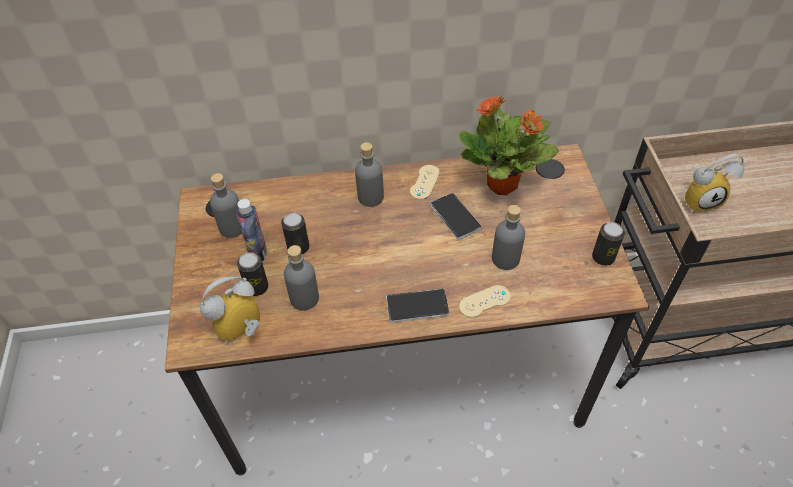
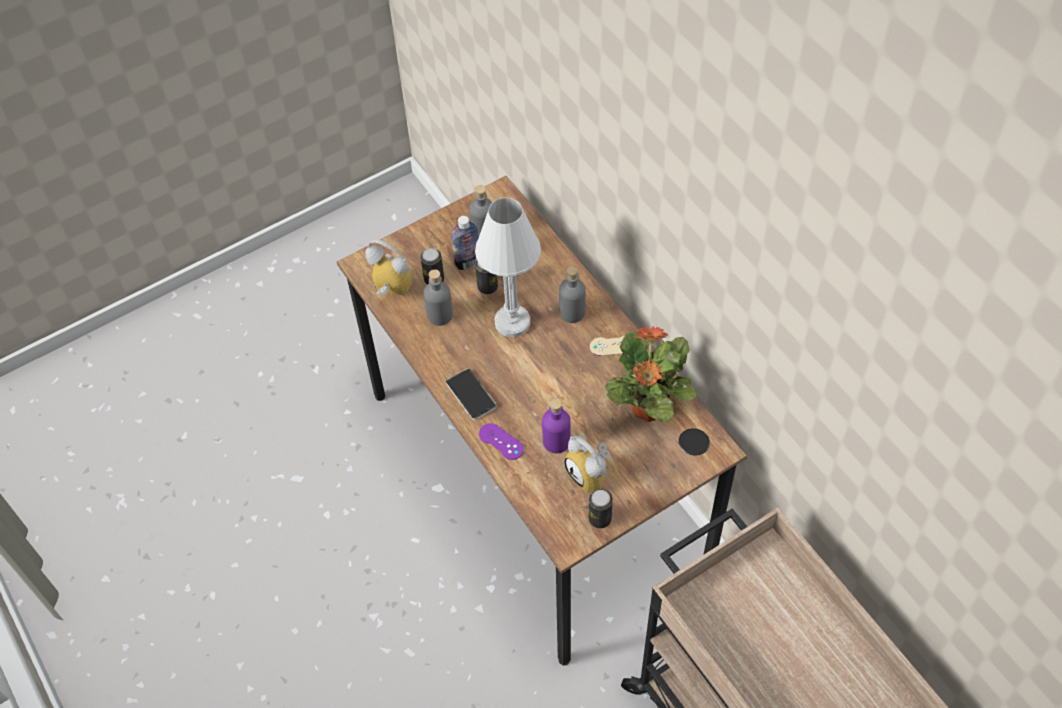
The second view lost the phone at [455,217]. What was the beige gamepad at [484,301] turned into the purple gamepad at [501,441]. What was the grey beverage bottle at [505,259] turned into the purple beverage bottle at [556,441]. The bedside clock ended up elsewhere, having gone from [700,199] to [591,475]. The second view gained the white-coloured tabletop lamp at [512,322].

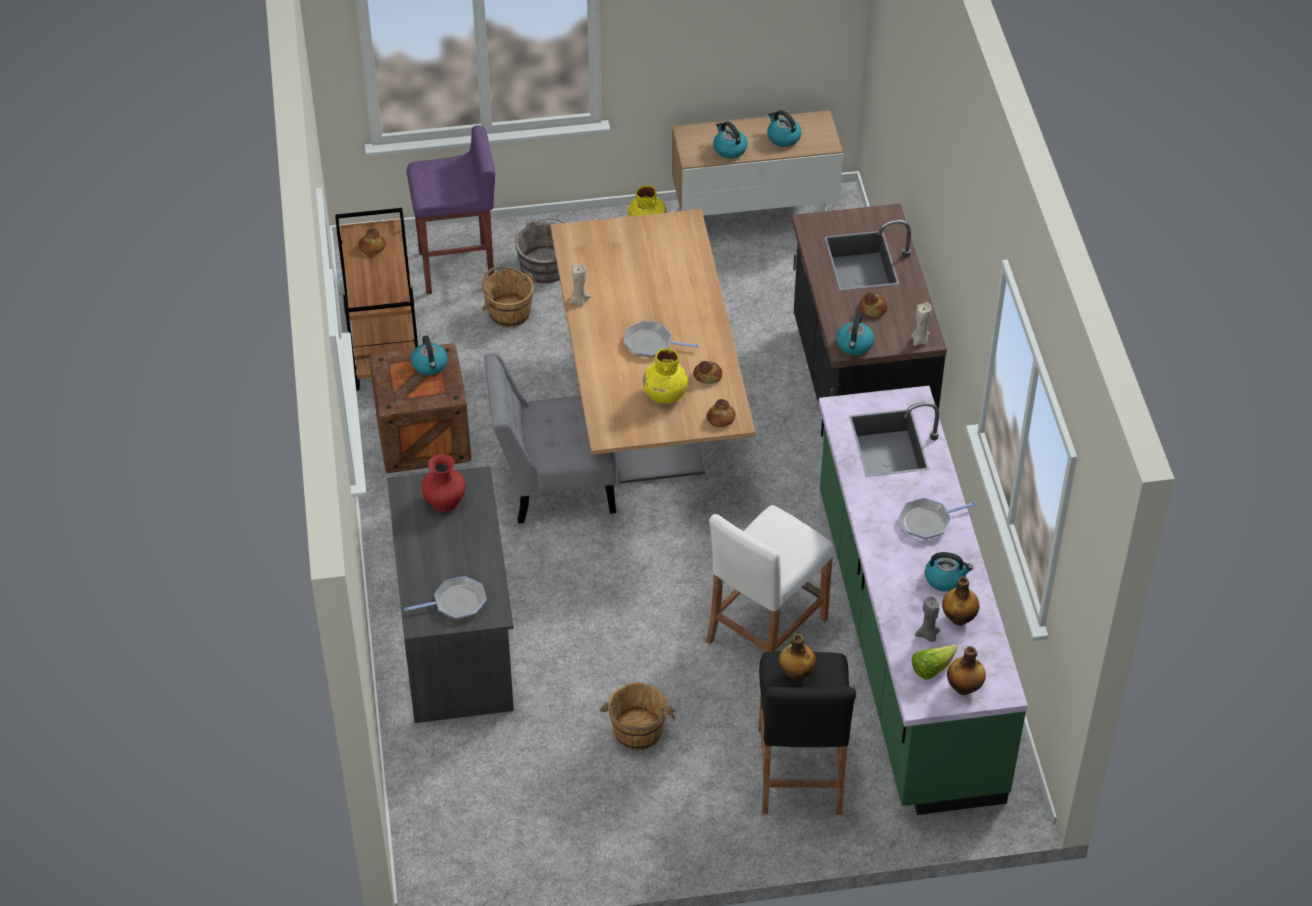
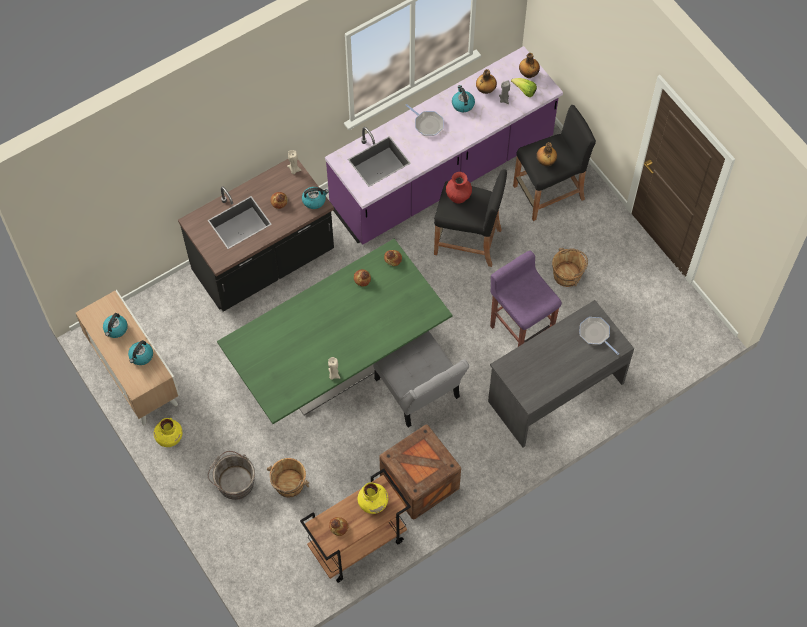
The purple sitting stool ended up elsewhere, having gone from [458,269] to [521,331]. The second view lost the tea kettle at [430,365]. The reddish vase ended up elsewhere, having gone from [445,500] to [458,196]. What was the beige kitchen table at [649,414] turned into the green kitchen table at [338,365]. The second view lost the skillet at [651,343]. The yellow-coloured vase ended up elsewhere, having gone from [664,394] to [373,502]. What was the white-coloured sitting stool at [766,630] turned into the black sitting stool at [467,242]. What was the green counter at [905,645] turned into the purple counter at [443,175].

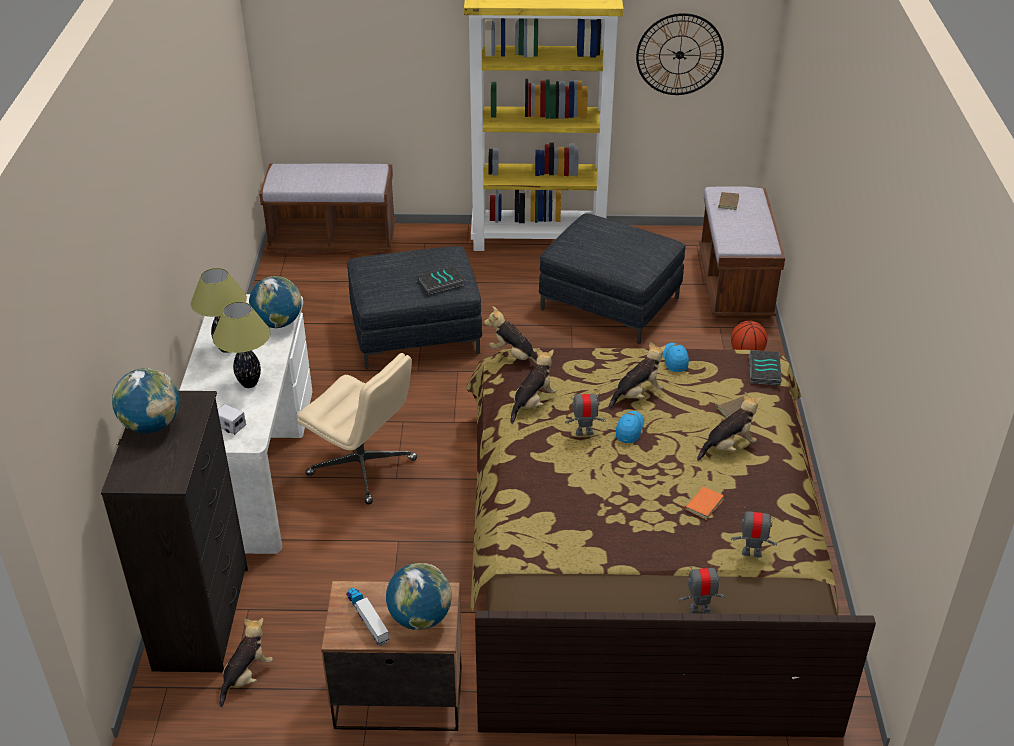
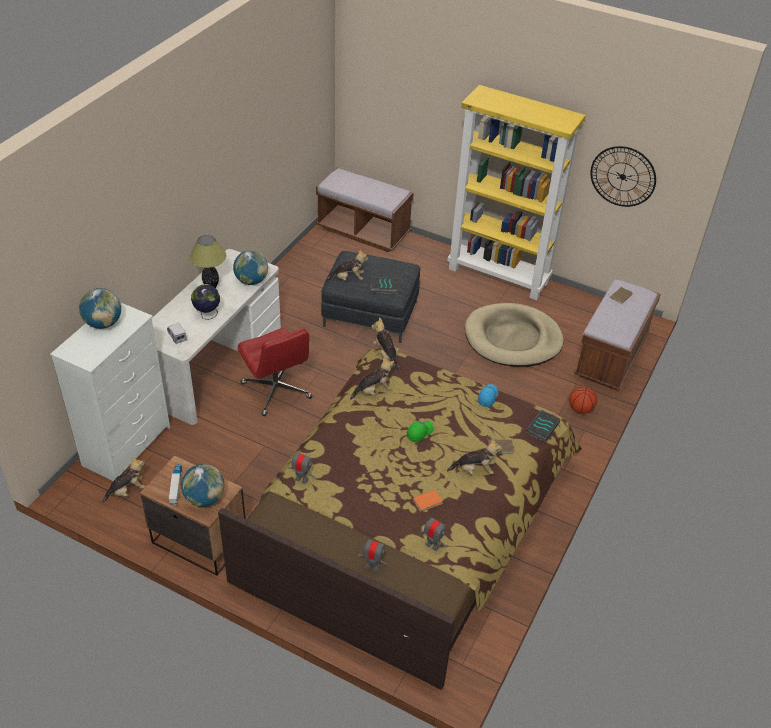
What was the black dresser at [203,617] turned into the white-coloured dresser at [128,446]. Where the tabletop lamp stood at [249,384], the world globe came to stand at [207,315]. What was the beige office chair at [363,467] turned into the reddish office chair at [276,391]. Where the grey pouffe stood at [610,303], the beige pet bed came to stand at [512,339]. The toy robot ended up elsewhere, having gone from [584,432] to [301,479]. The cuddly toy ended up elsewhere, having gone from [637,395] to [348,279]. What was the blue cap at [629,429] turned into the green cap at [419,432].

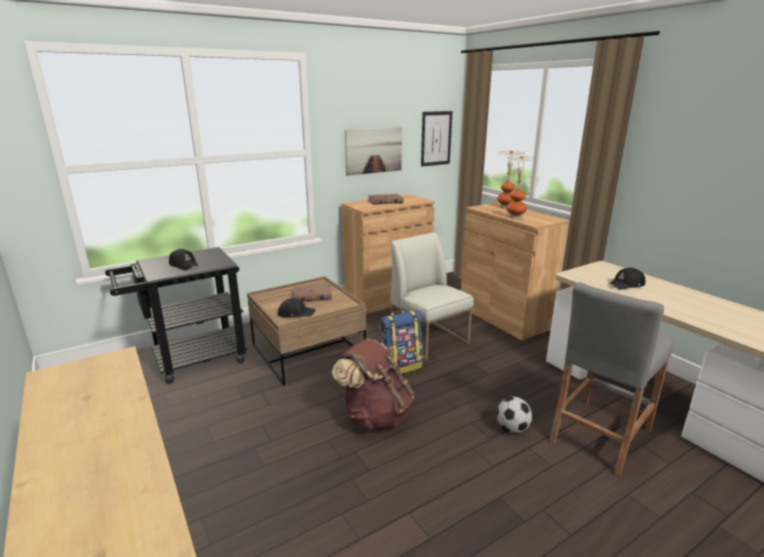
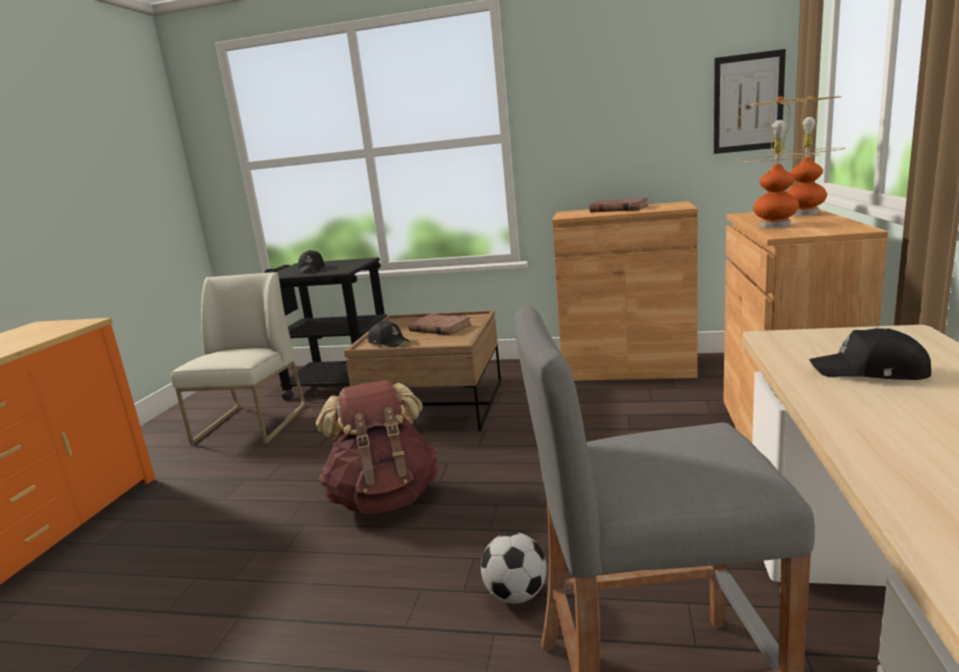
The second view lost the wall art at [373,150]. The second view lost the rucksack at [400,366]. The white-coloured chair ended up elsewhere, having gone from [429,339] to [251,424].

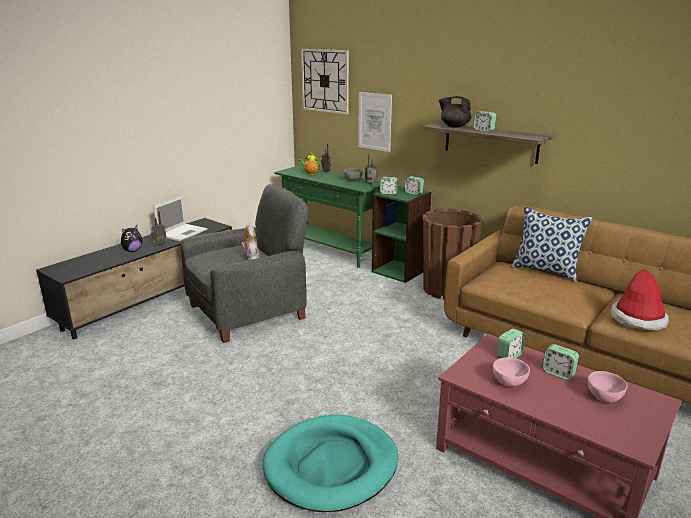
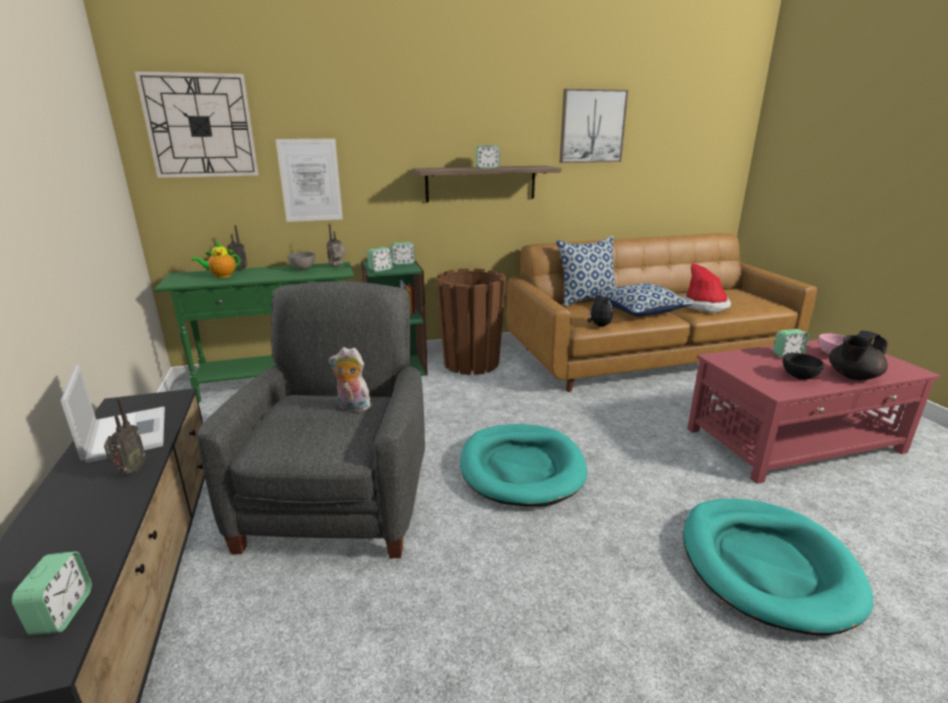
The cuddly toy ended up elsewhere, having gone from [132,250] to [599,326]. The black teapot ended up elsewhere, having gone from [454,126] to [852,376]. What was the pink bowl at [508,382] turned into the black bowl at [798,377]. The bedside clock ended up elsewhere, having gone from [509,356] to [62,613]. The second view gained the blue-green pet bed at [521,468]. The second view gained the wall art at [592,126]. The second view gained the pillow at [640,311].

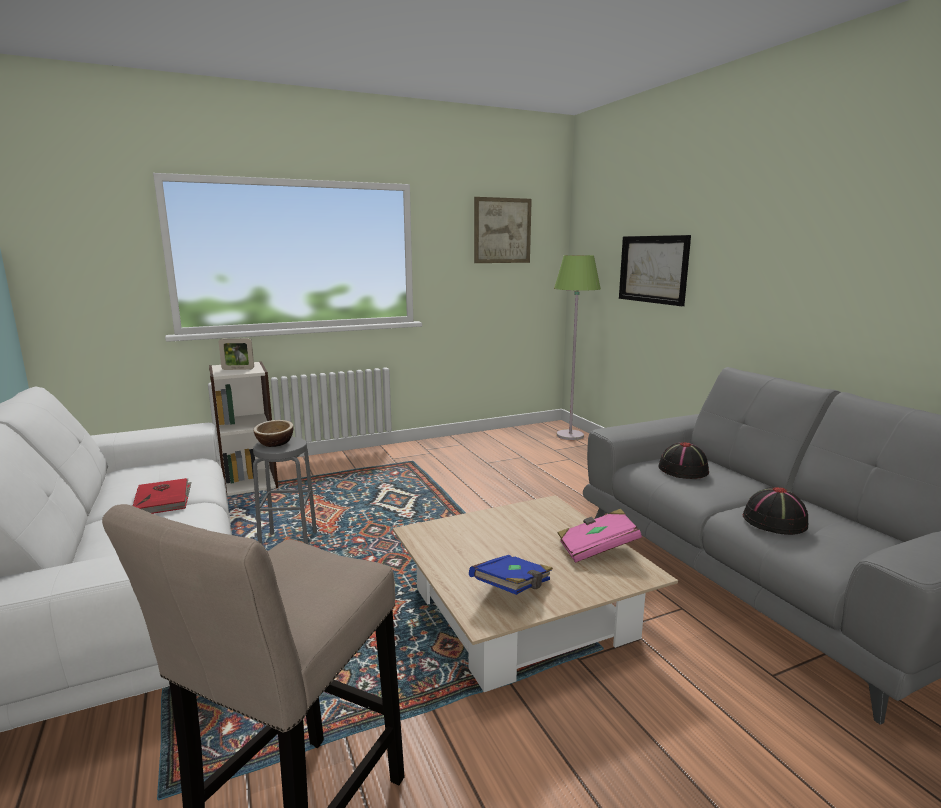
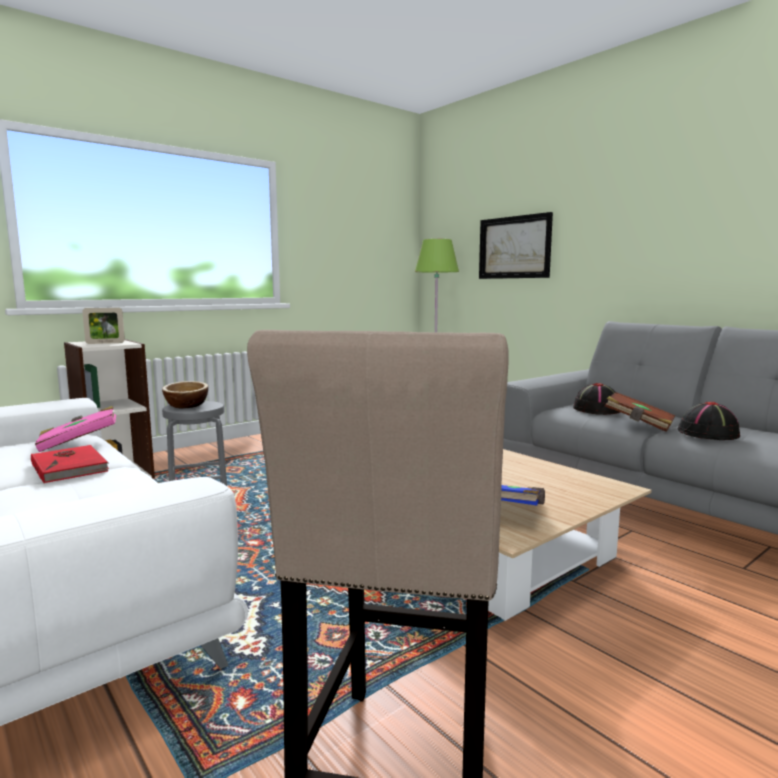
The second view lost the wall art at [502,230]. The pink bound book ended up elsewhere, having gone from [597,549] to [79,443]. The second view gained the brown bound book at [638,424].

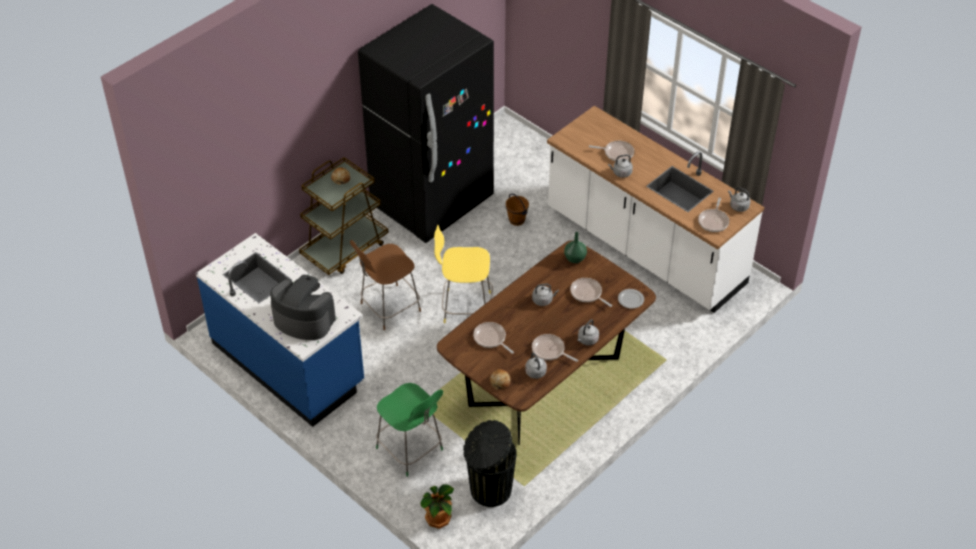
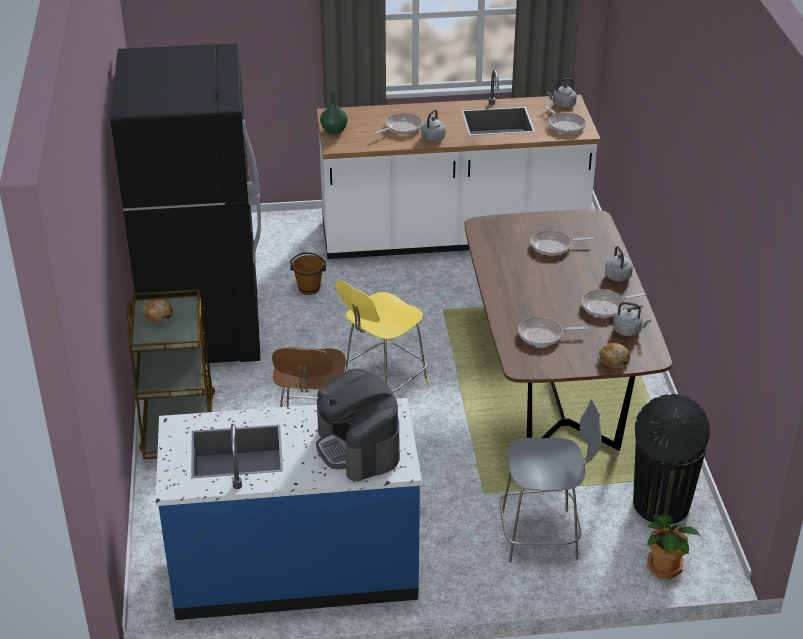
The coffee maker at [303,320] ended up facing another way, 90 degrees counterclockwise from before. What was the green sitting stool at [411,450] turned into the grey sitting stool at [542,535]. The second view lost the grey tea kettle at [543,300]. The green vase ended up elsewhere, having gone from [574,259] to [334,131]. The second view lost the dinner plate at [630,299].

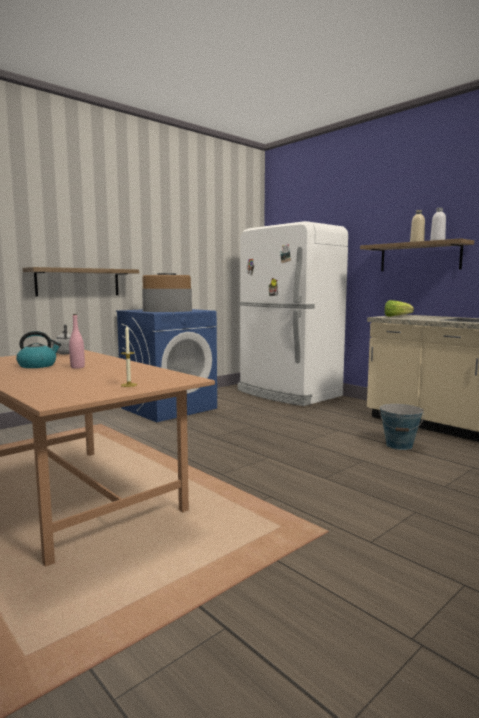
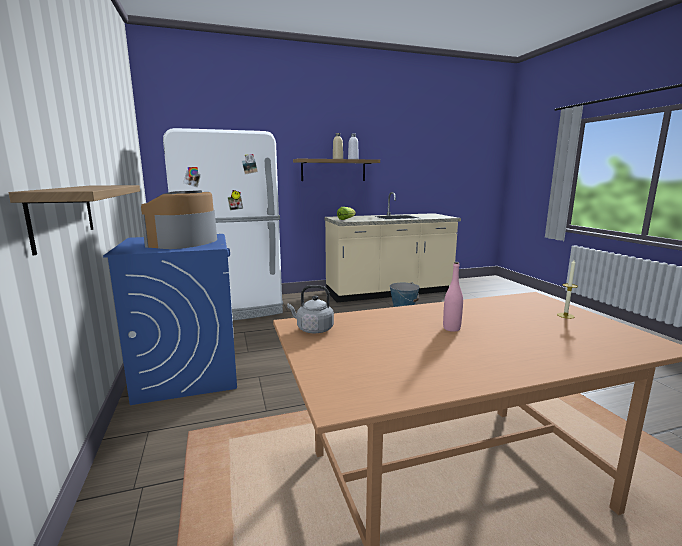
The second view lost the tea kettle at [38,365].

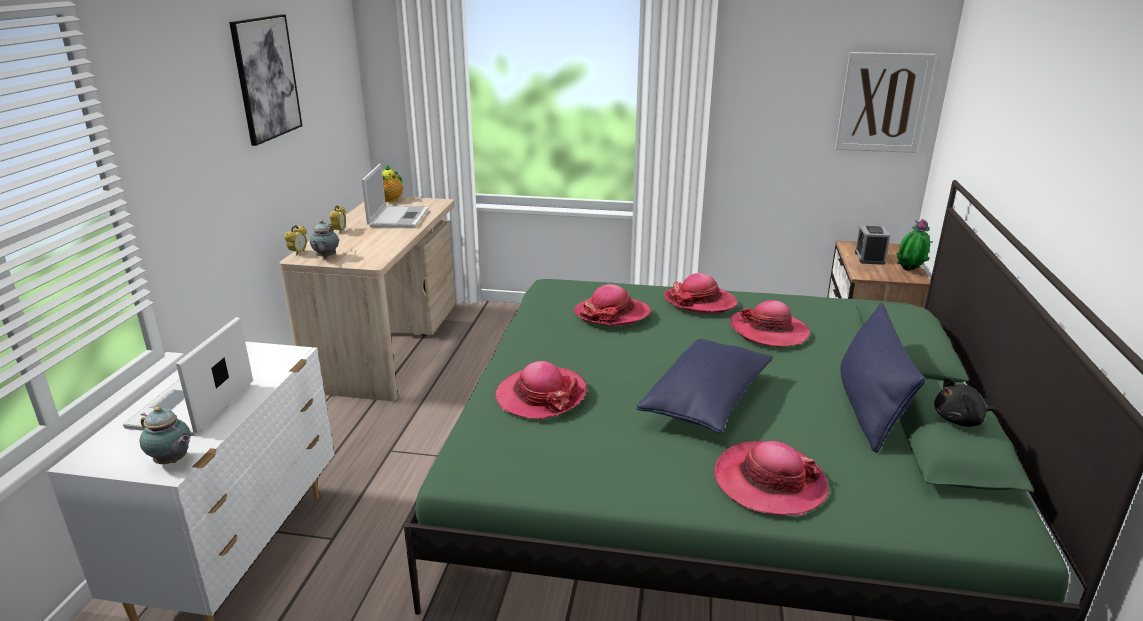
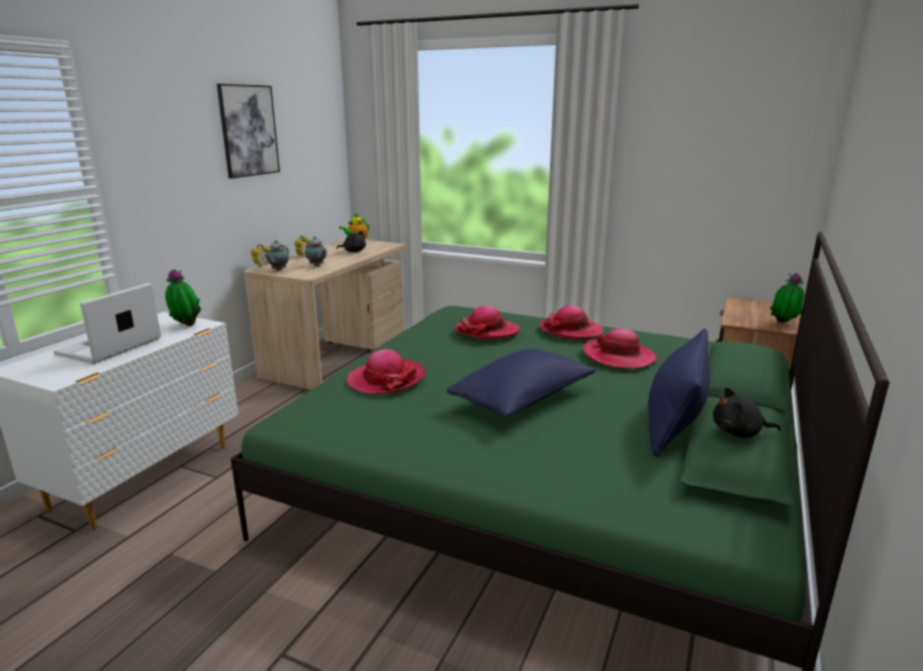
The teapot ended up elsewhere, having gone from [172,462] to [317,266]. Where the notebook computer stood at [398,217], the black cuddly toy came to stand at [353,251]. The second view lost the wearable hat at [769,482]. The second view lost the wall art at [883,103]. The second view lost the bedside clock at [869,258]. The second view gained the potted plant at [186,326].

